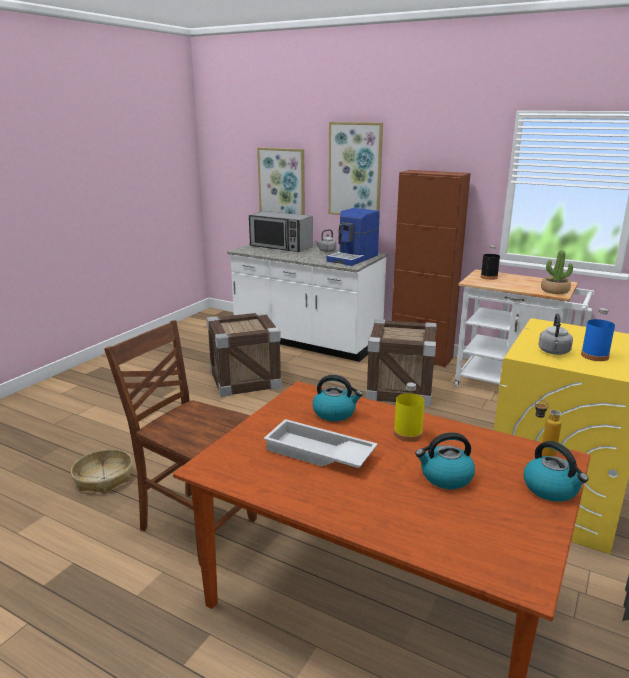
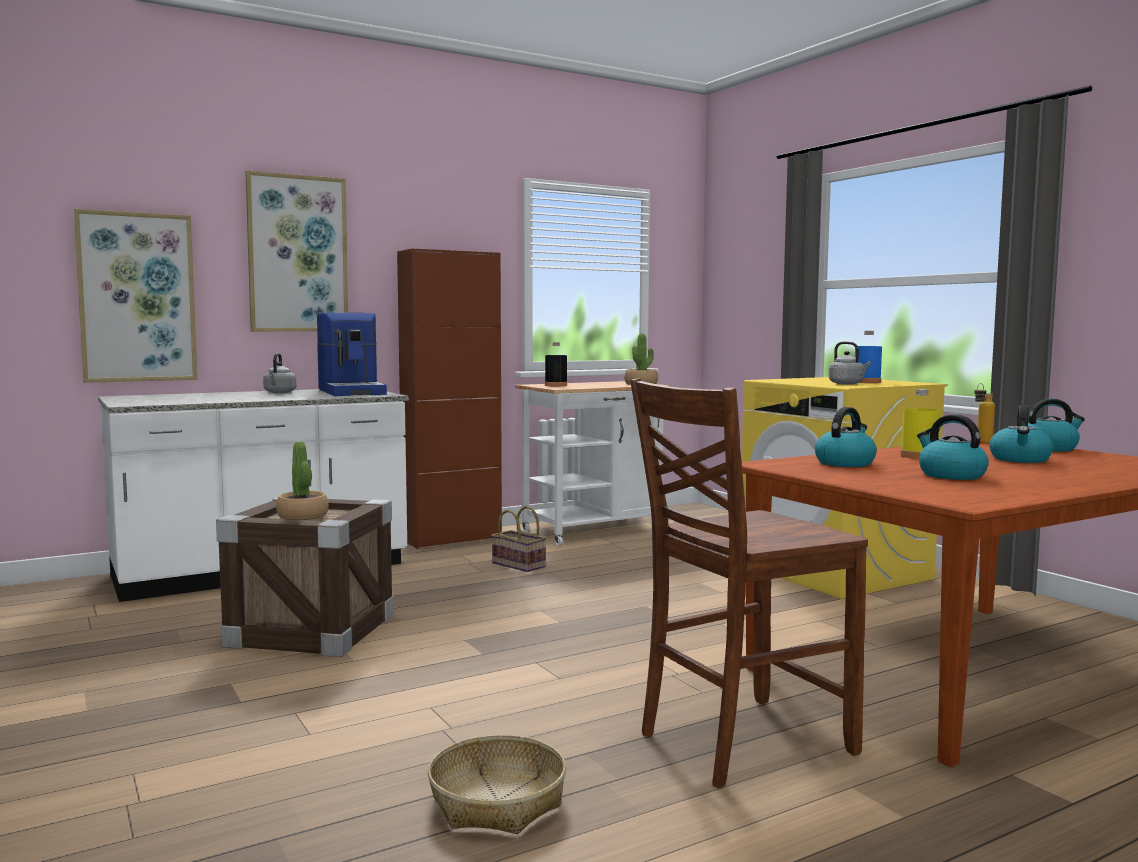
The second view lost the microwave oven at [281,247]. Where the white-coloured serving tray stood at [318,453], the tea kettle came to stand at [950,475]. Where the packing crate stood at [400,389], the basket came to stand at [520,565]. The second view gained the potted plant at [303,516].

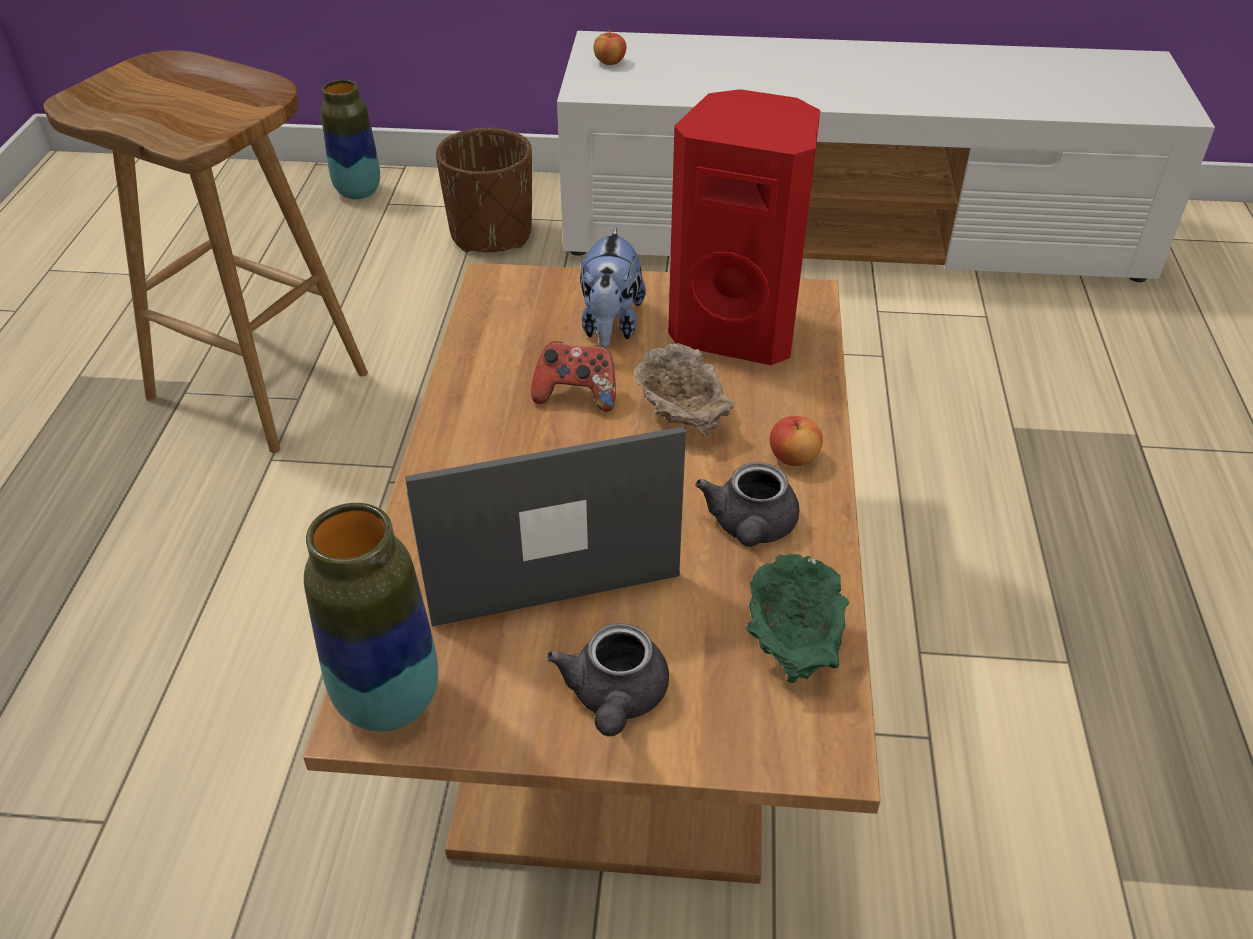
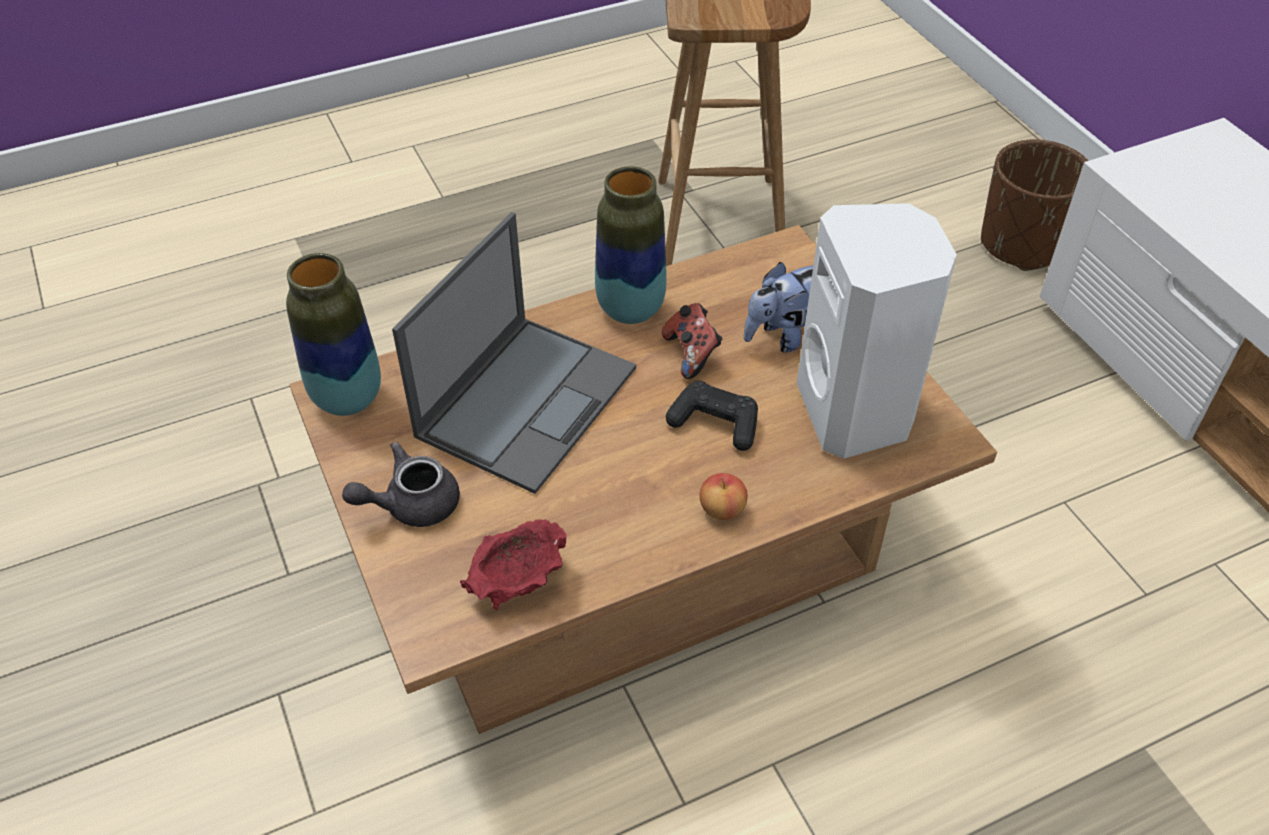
The vase ended up elsewhere, having gone from [358,192] to [630,309]. The notebook computer at [535,538] ended up facing another way, 75 degrees clockwise from before. The second view lost the apple at [610,62]. Where the beige bowl stood at [681,418], the black gamepad came to stand at [715,423]. What was the reddish audio speaker at [737,330] turned into the white-coloured audio speaker at [857,412]. The second view lost the grey teapot at [750,528]. What was the green bowl at [792,644] turned into the reddish bowl at [517,582].

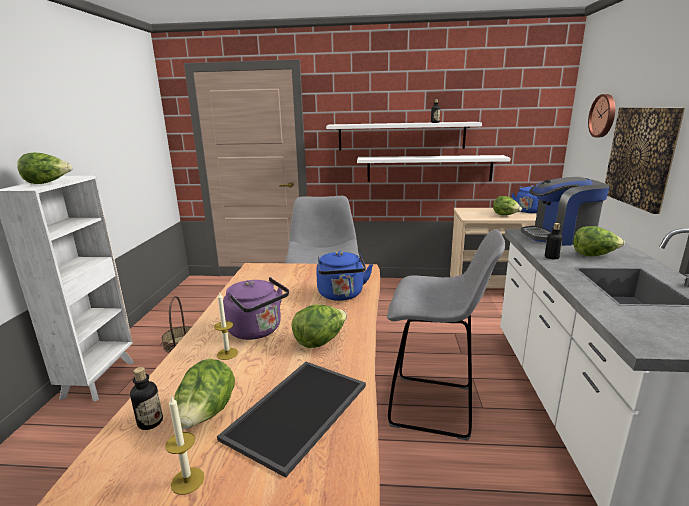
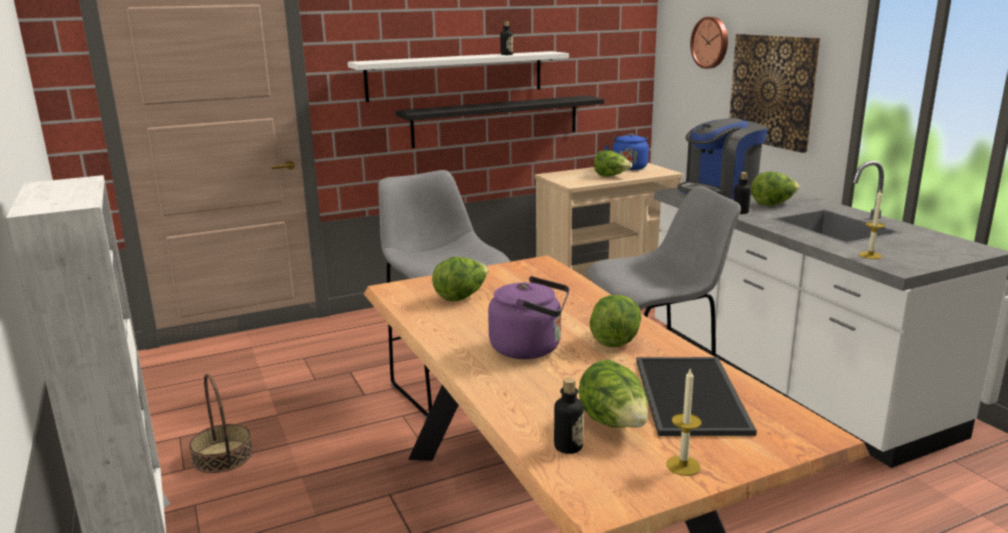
The head of lettuce ended up elsewhere, having gone from [48,183] to [461,296]. The candle ended up elsewhere, having gone from [227,354] to [870,255]. The second view lost the blue tea kettle at [341,295]. What was the white-coloured bracket shelf at [429,168] turned into the black bracket shelf at [496,121].

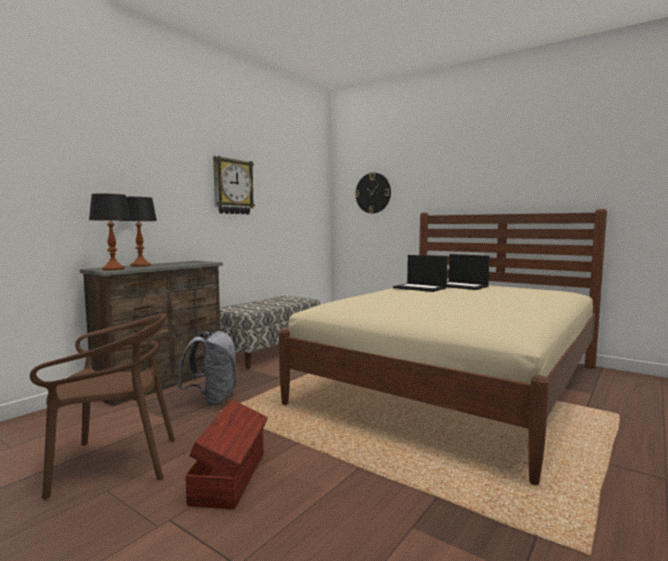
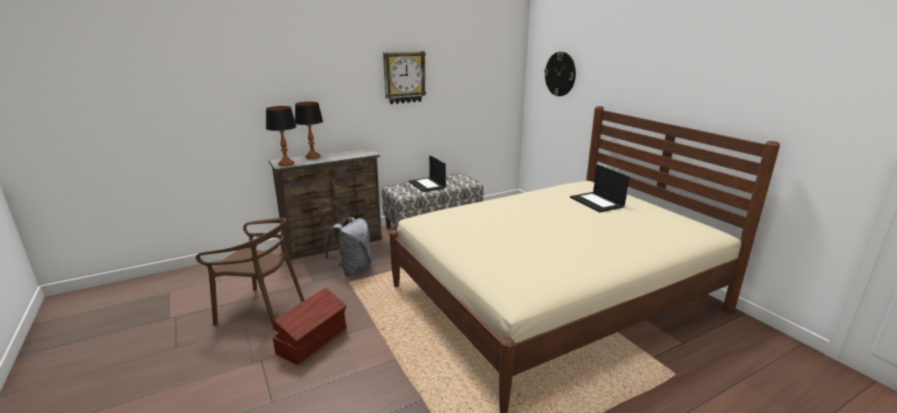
The notebook computer ended up elsewhere, having gone from [420,288] to [427,185].

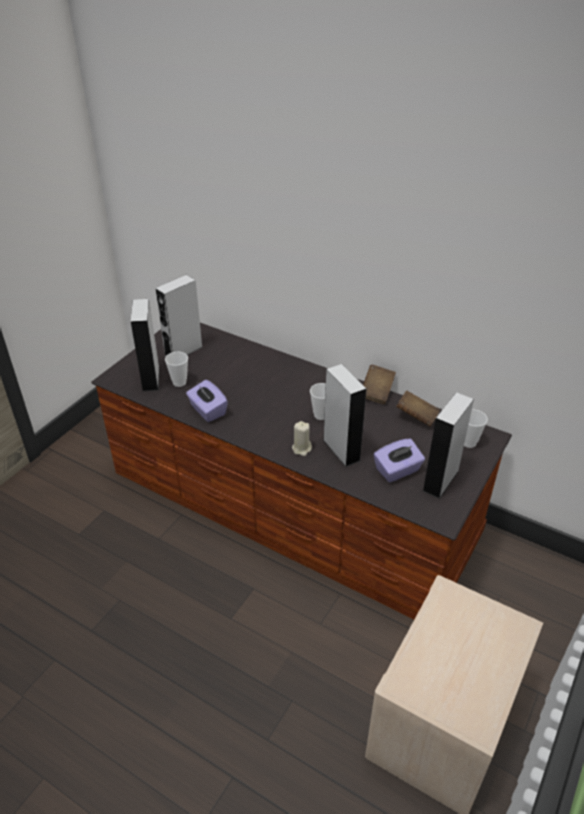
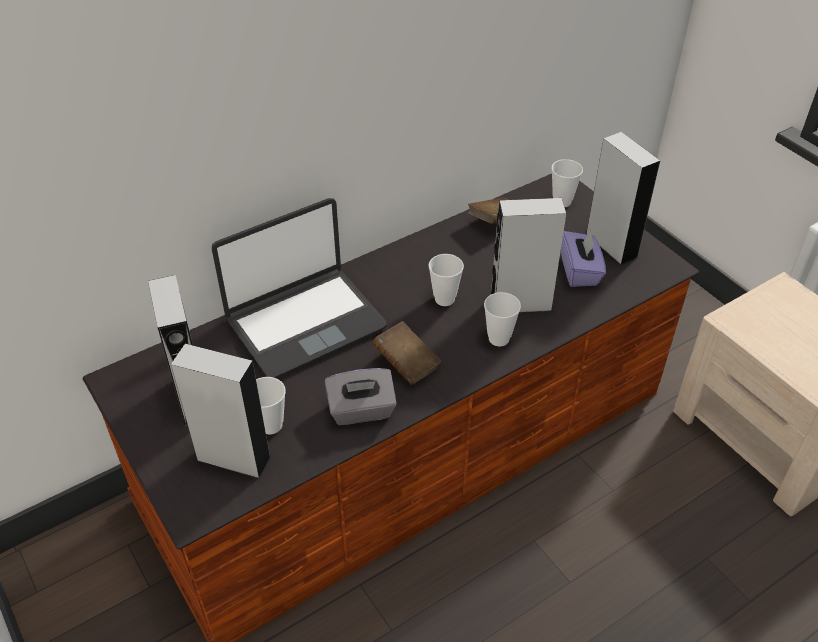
What was the purple tissue holder at [207,410] turned into the grey tissue holder at [361,411]. Where the beige candle stood at [301,448], the cup came to stand at [499,338]. The brown bound book ended up elsewhere, having gone from [377,392] to [406,364]. The second view gained the notebook computer at [305,322].

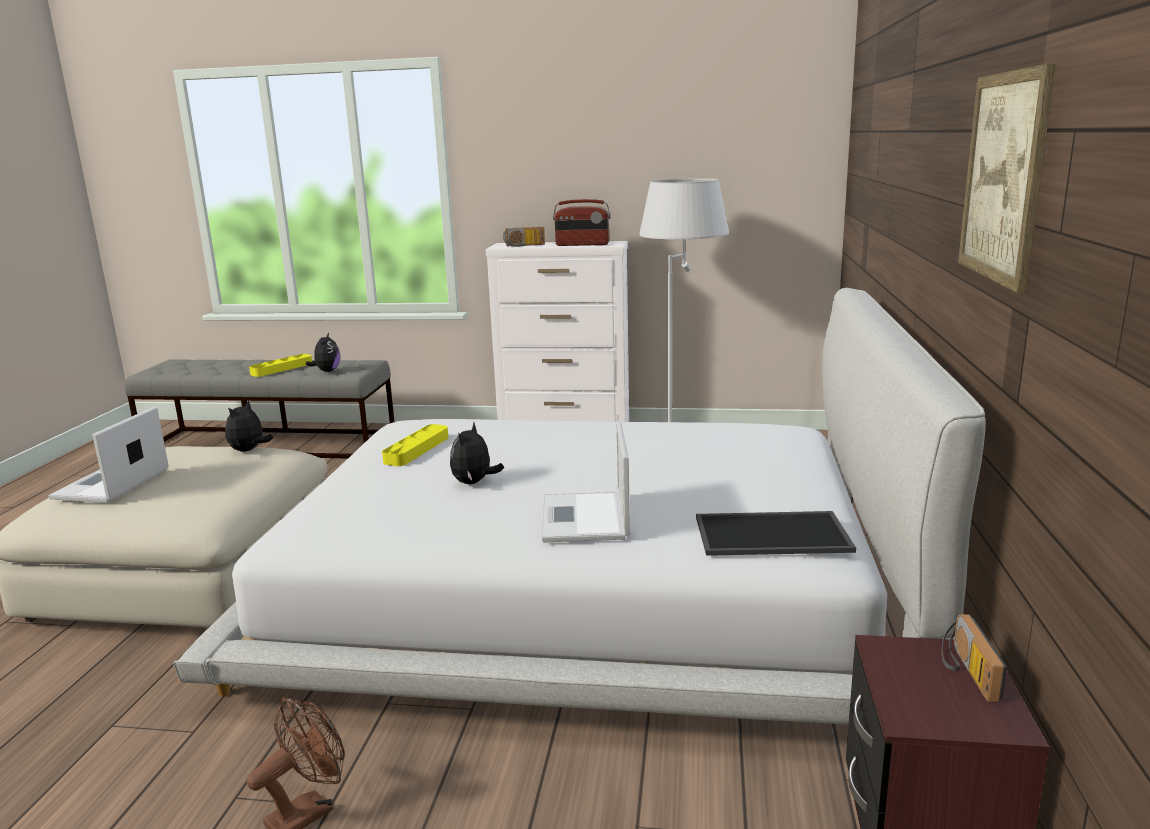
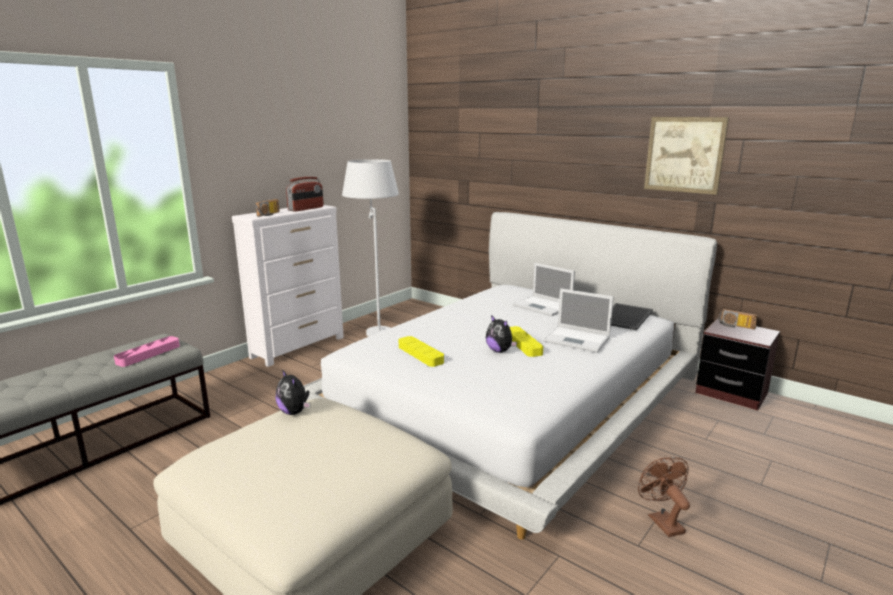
The notebook computer ended up elsewhere, having gone from [110,485] to [543,306]. The yellow-coloured serving tray ended up elsewhere, having gone from [282,369] to [523,344]. Where the cuddly toy stood at [327,371], the pink serving tray came to stand at [148,354].

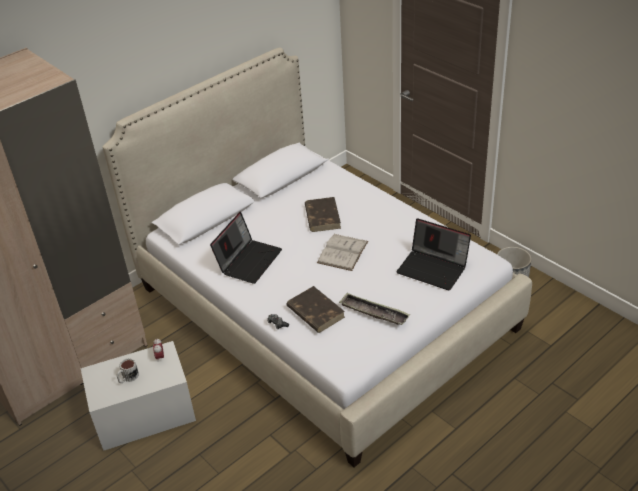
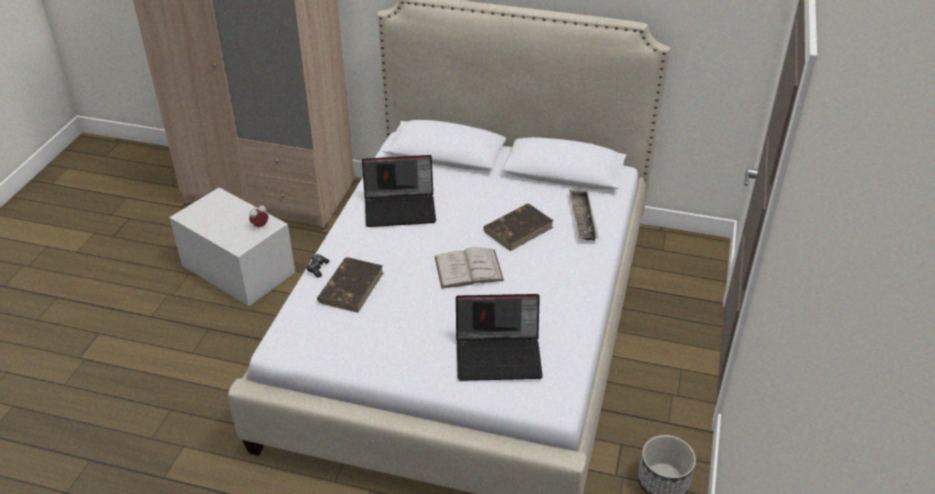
The second view lost the tea mug at [128,378]. The serving tray ended up elsewhere, having gone from [374,312] to [582,218]. The notebook computer at [433,268] ended up facing another way, 90 degrees counterclockwise from before.

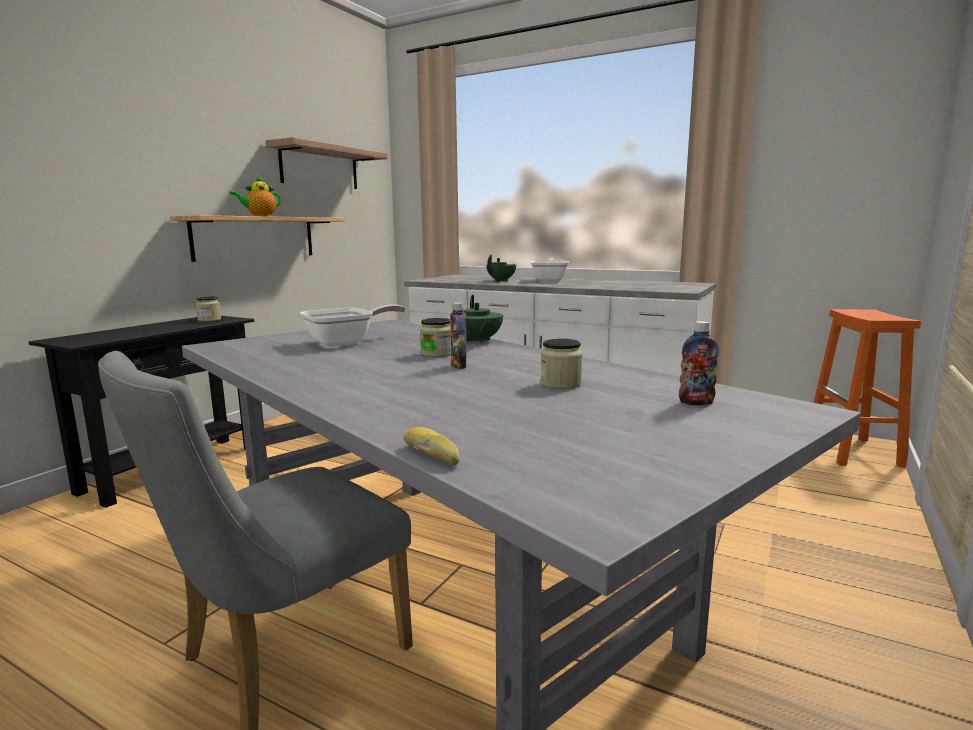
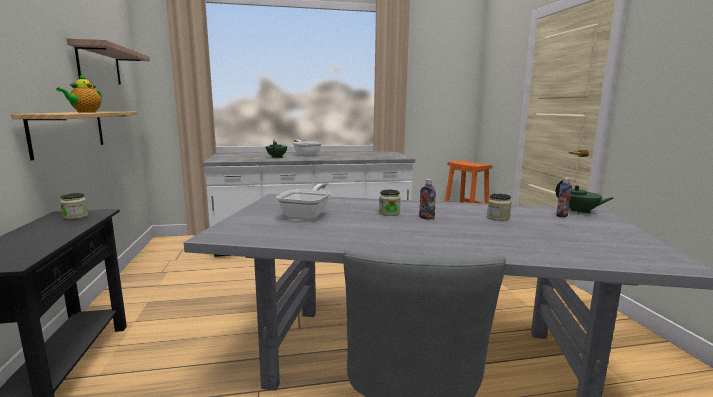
The second view lost the baked bread at [433,455]. The green teapot ended up elsewhere, having gone from [478,340] to [580,212].

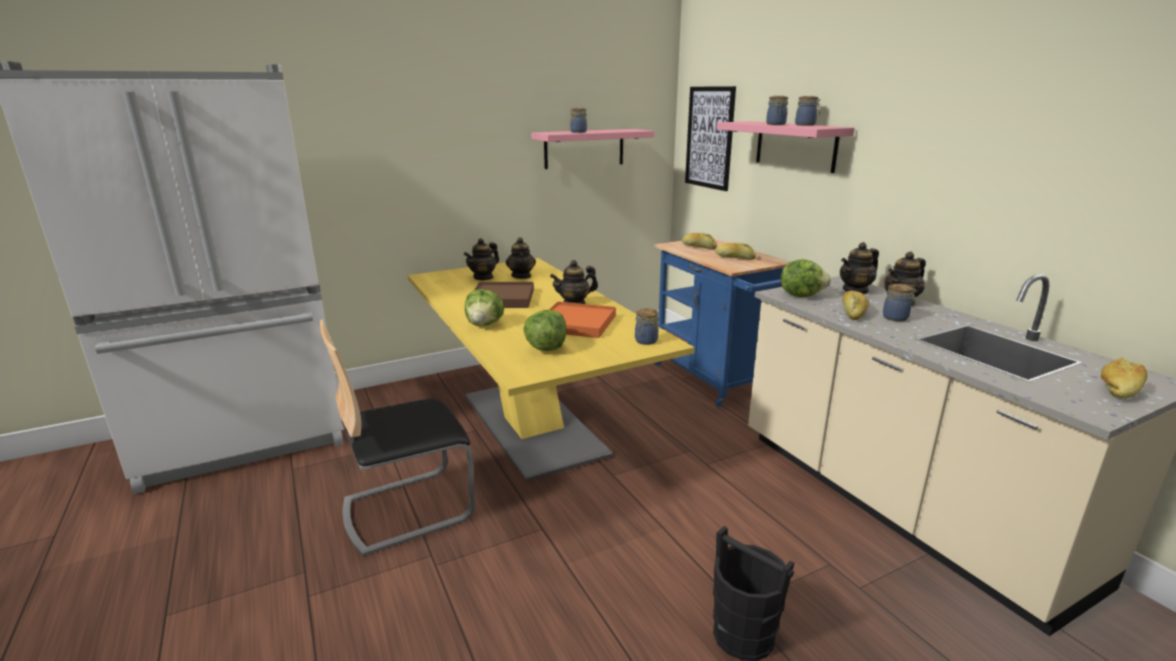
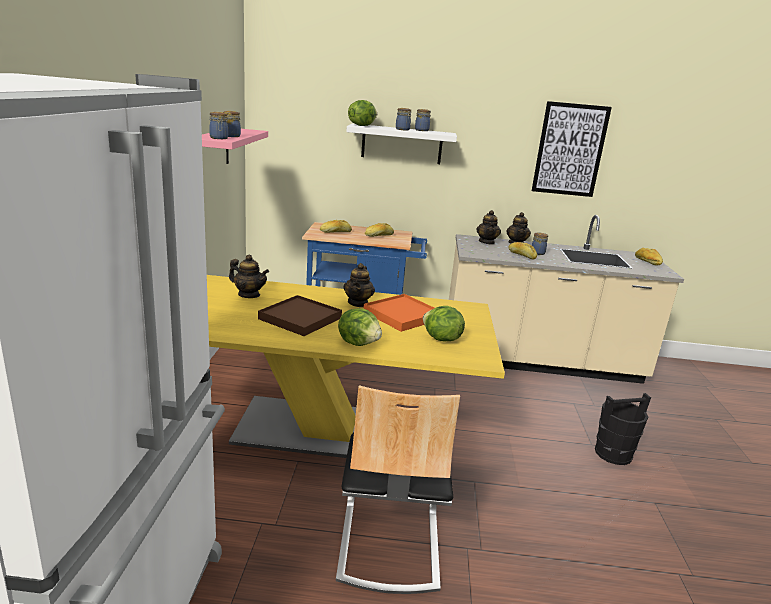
The second view lost the teapot at [483,277]. The jar ended up elsewhere, having gone from [645,341] to [219,138]. The wall art ended up elsewhere, having gone from [709,138] to [570,150]. What was the pink bracket shelf at [795,145] turned into the white-coloured bracket shelf at [401,144]. The head of lettuce ended up elsewhere, having gone from [801,295] to [361,125].

